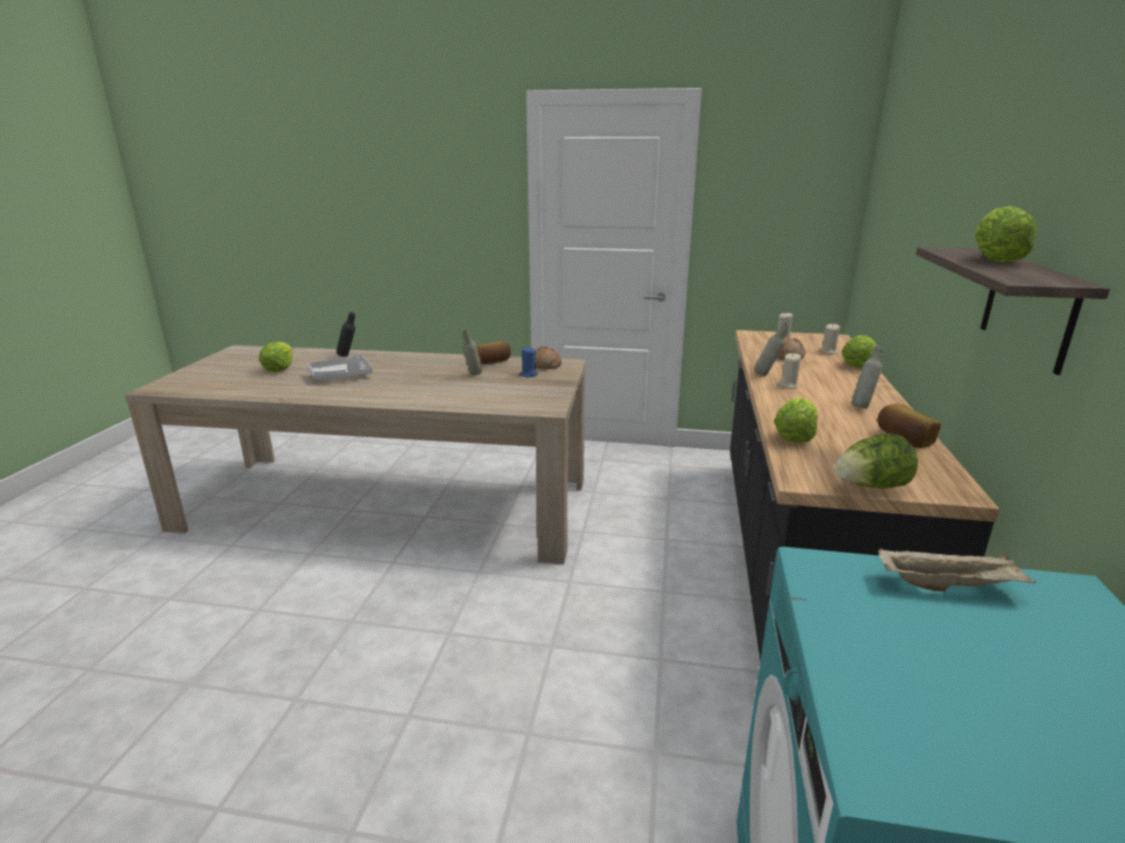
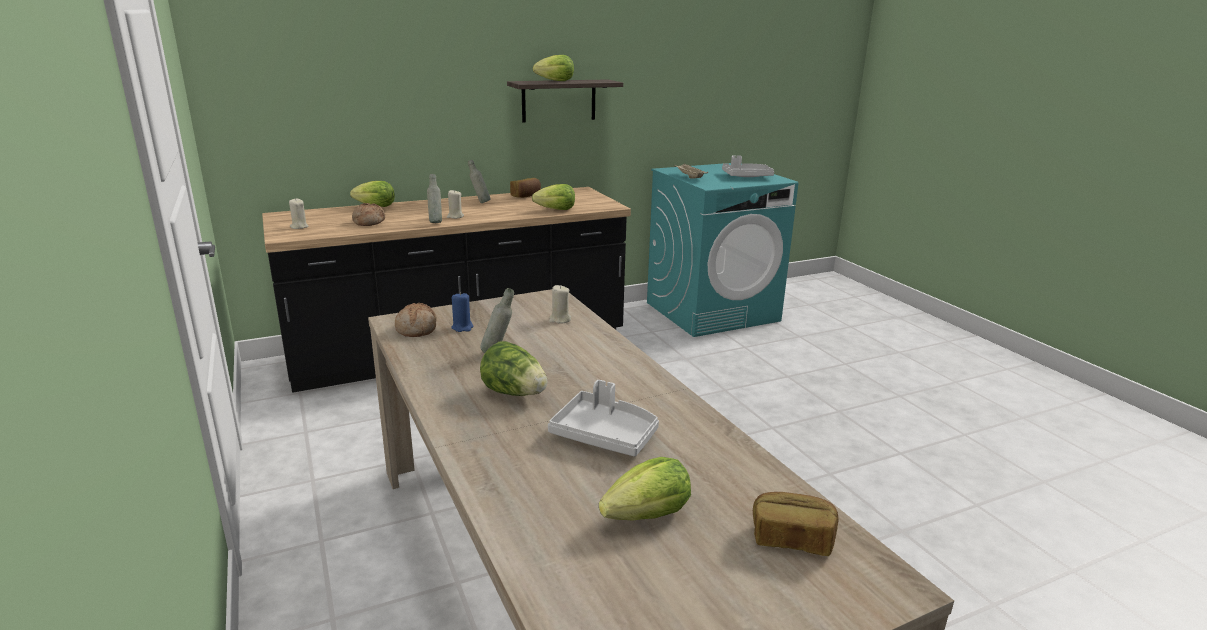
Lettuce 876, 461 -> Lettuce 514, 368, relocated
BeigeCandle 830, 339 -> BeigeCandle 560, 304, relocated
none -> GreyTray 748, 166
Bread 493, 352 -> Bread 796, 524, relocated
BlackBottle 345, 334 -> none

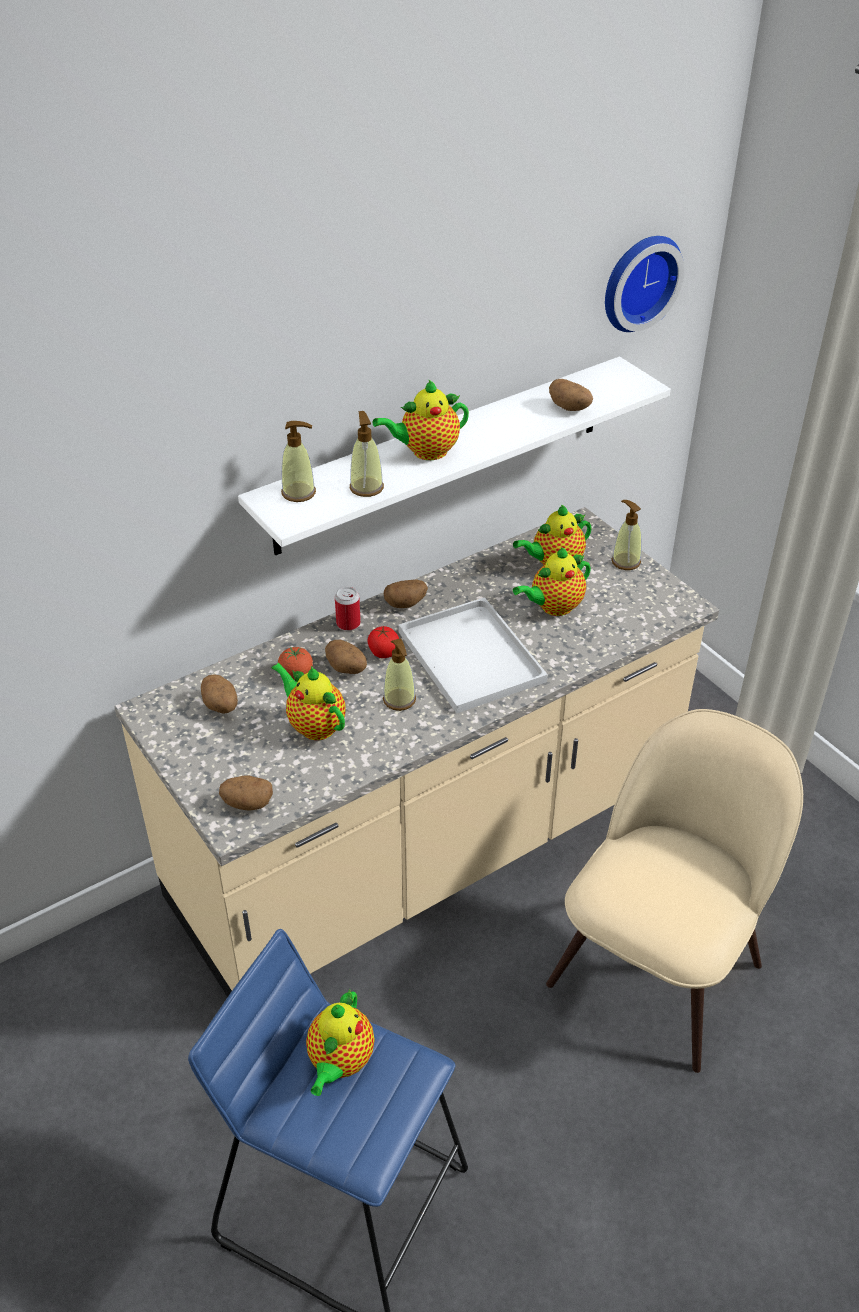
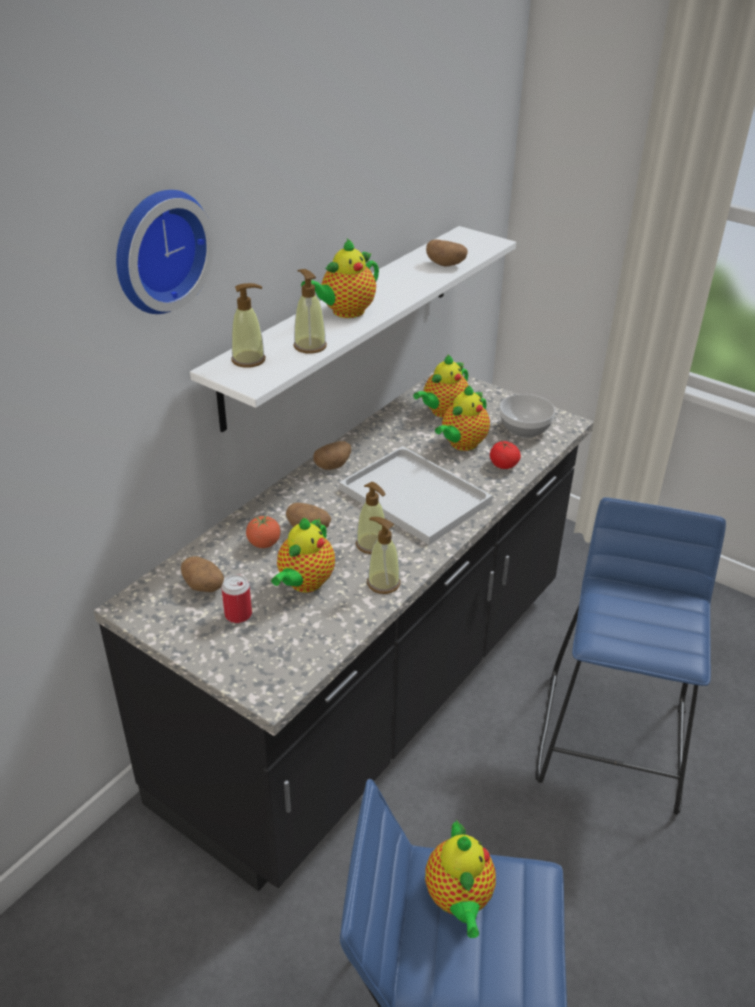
BeigeCounter 416, 752 -> BlackCounter 344, 632
WallClock 645, 284 -> WallClock 165, 252, relocated
Can 348, 609 -> Can 236, 598, relocated
Teapot 308, 701 -> Teapot 303, 555, 90 degrees counterclockwise
SoapDispenser 627, 535 -> SoapDispenser 383, 555, relocated
Tomato 383, 642 -> Tomato 505, 455, relocated
none -> Bowl 527, 416
BeigeChair 674, 891 -> BlueStool 630, 656
Potato 246, 793 -> none

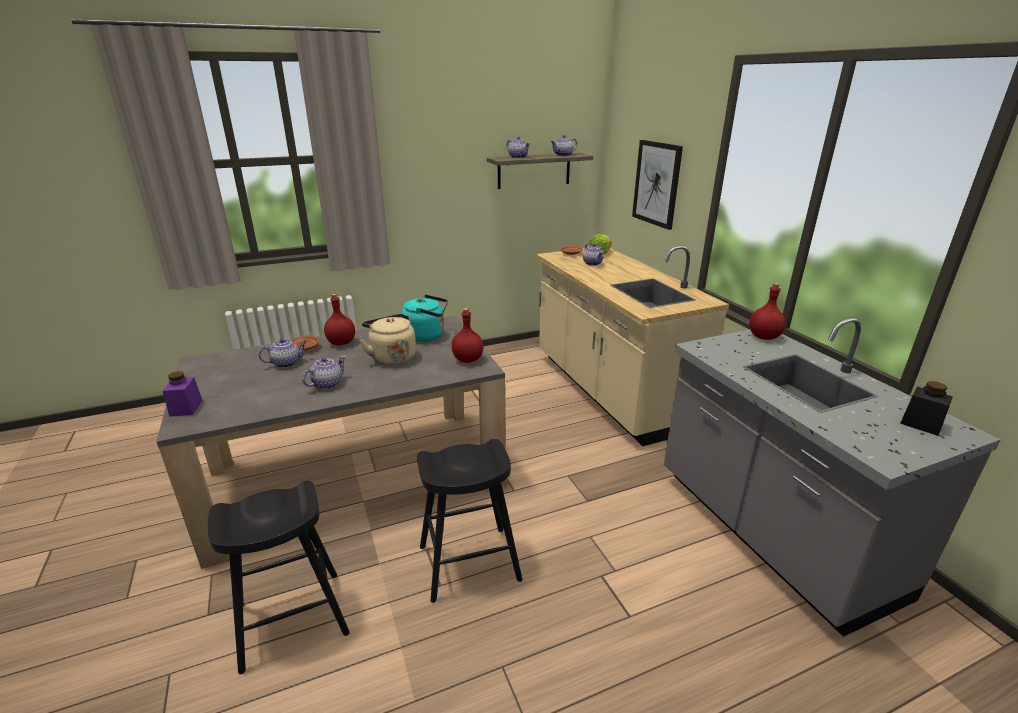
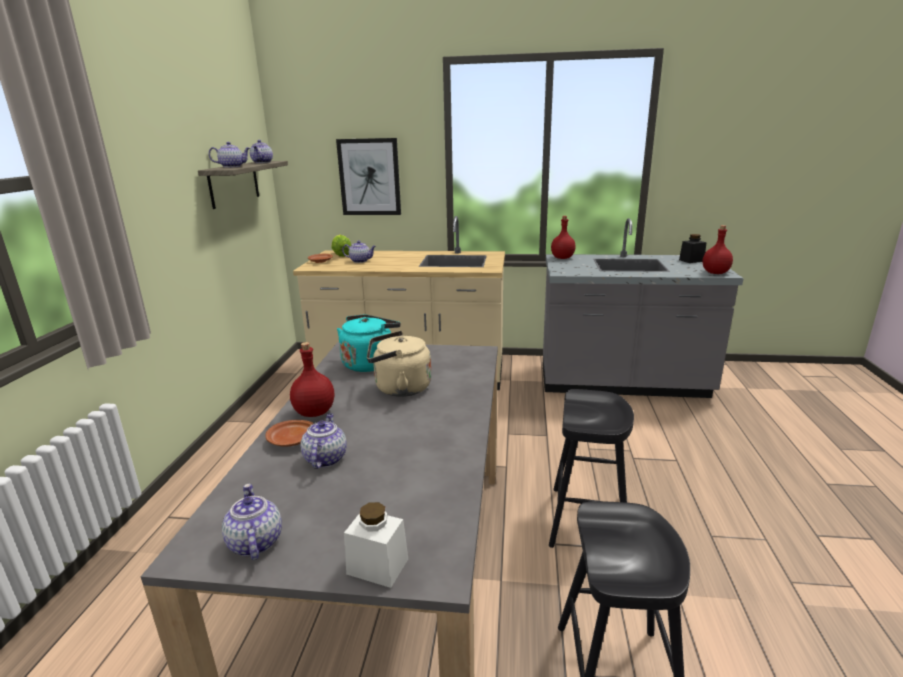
Teapot 324, 372 -> Teapot 252, 522, relocated
PurpleJar 183, 394 -> WhiteJar 376, 545
RedBottle 467, 335 -> RedBottle 718, 249, relocated

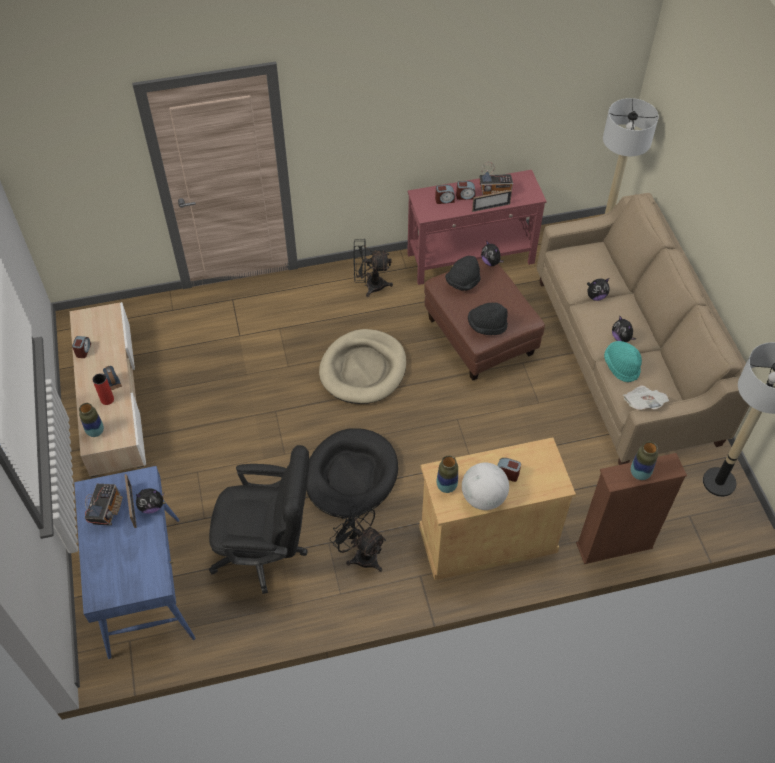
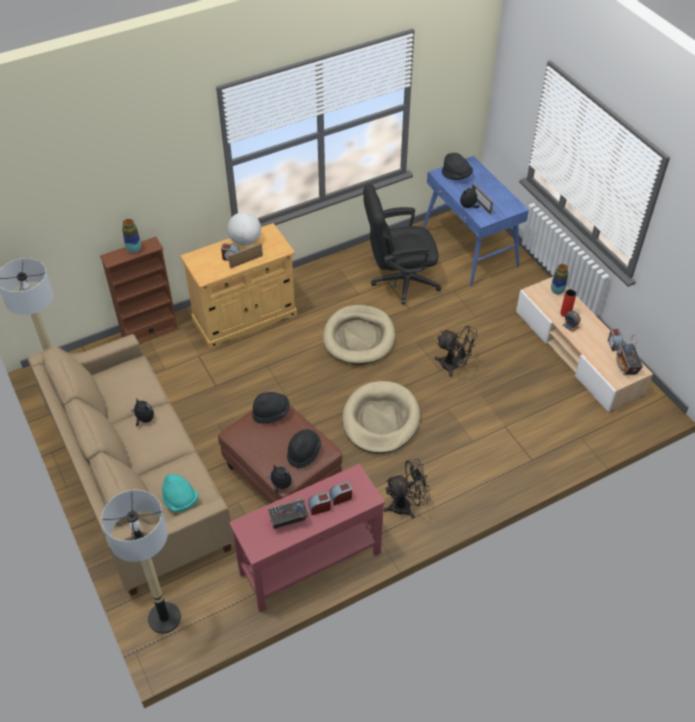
TurquoiseHat 623, 361 -> TurquoiseHat 180, 493, relocated
PictureFrame 492, 201 -> PictureFrame 245, 256, relocated
BlackDogBed 352, 473 -> BeigeDogBed 359, 335
BlackFan 358, 537 -> BlackFan 456, 351, relocated
none -> BlackHat 457, 166
Radio 104, 505 -> Radio 629, 355, relocated
Vase 447, 474 -> none
PlushToy 598, 289 -> none
Newspaper 646, 397 -> none

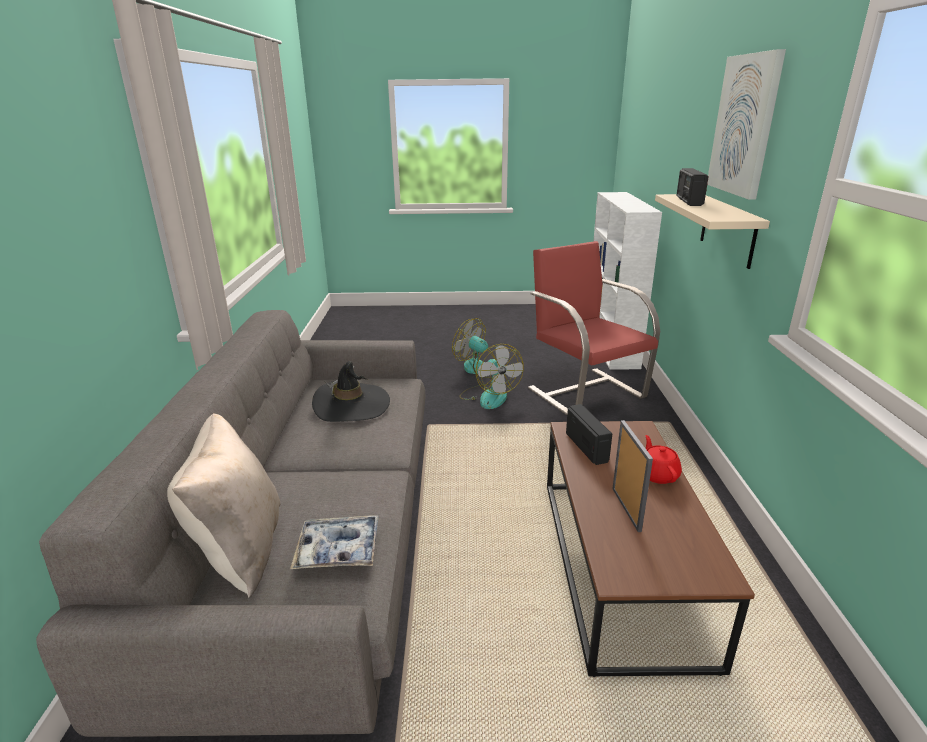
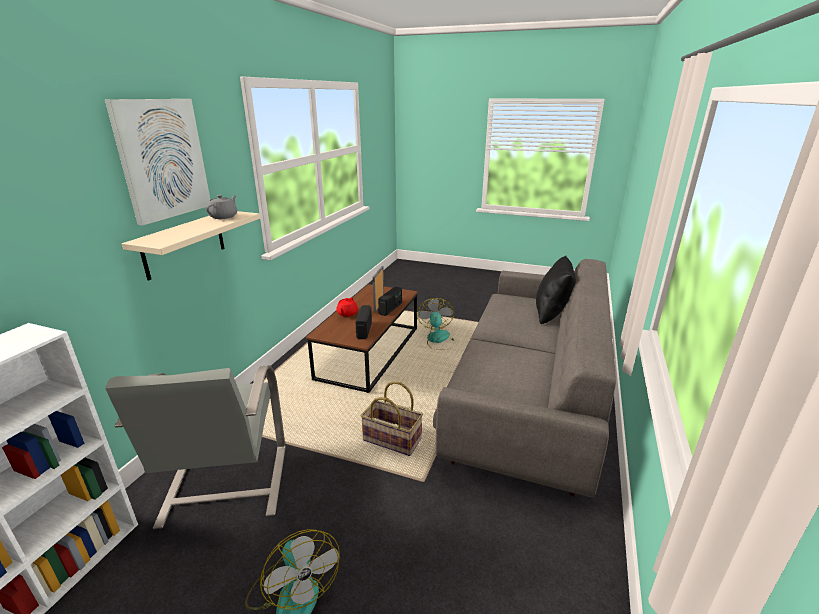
RedArmchair 594, 328 -> GreyArmchair 195, 447
none -> GreyTeapot 221, 207
none -> Basket 392, 418
Radio 692, 187 -> Radio 390, 301, relocated
Fan 491, 376 -> Fan 436, 324, relocated
BeigePillow 224, 505 -> BlackPillow 556, 289
Tray 334, 542 -> none
BlackHat 351, 391 -> none

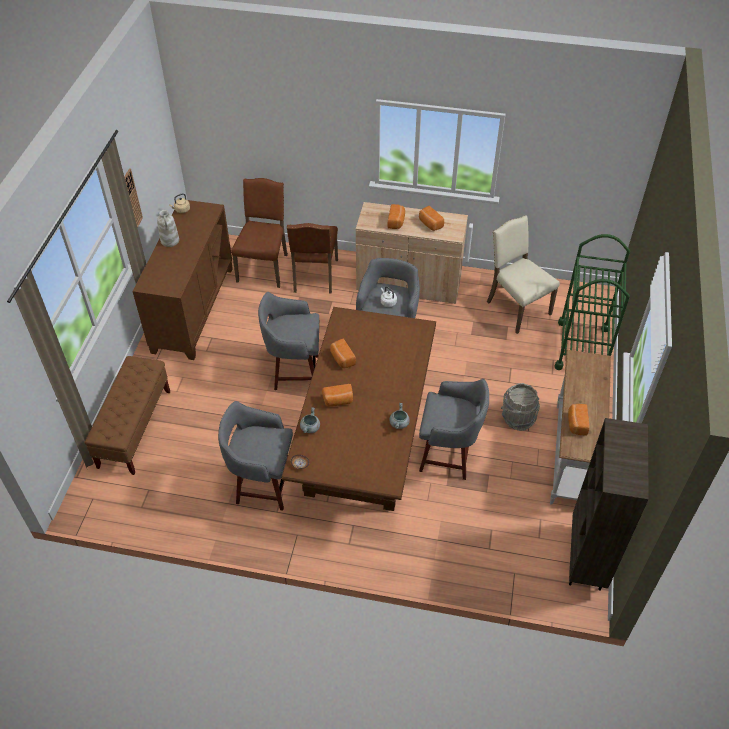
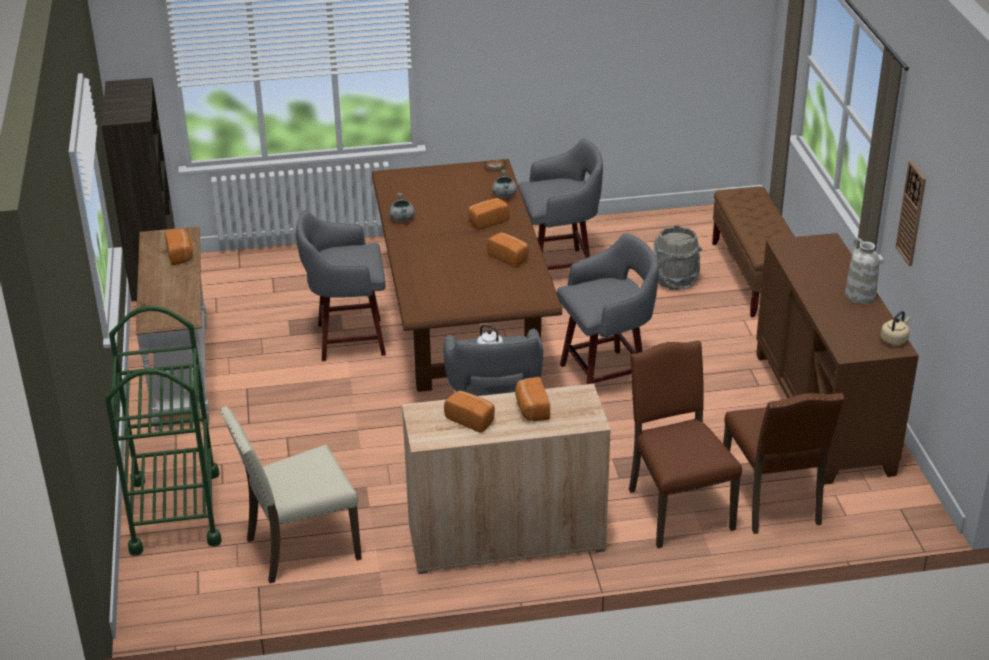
BeigeChair 523, 274 -> BeigeChair 290, 494, 120 degrees clockwise
GreyBucket 520, 407 -> GreyBucket 677, 257, relocated

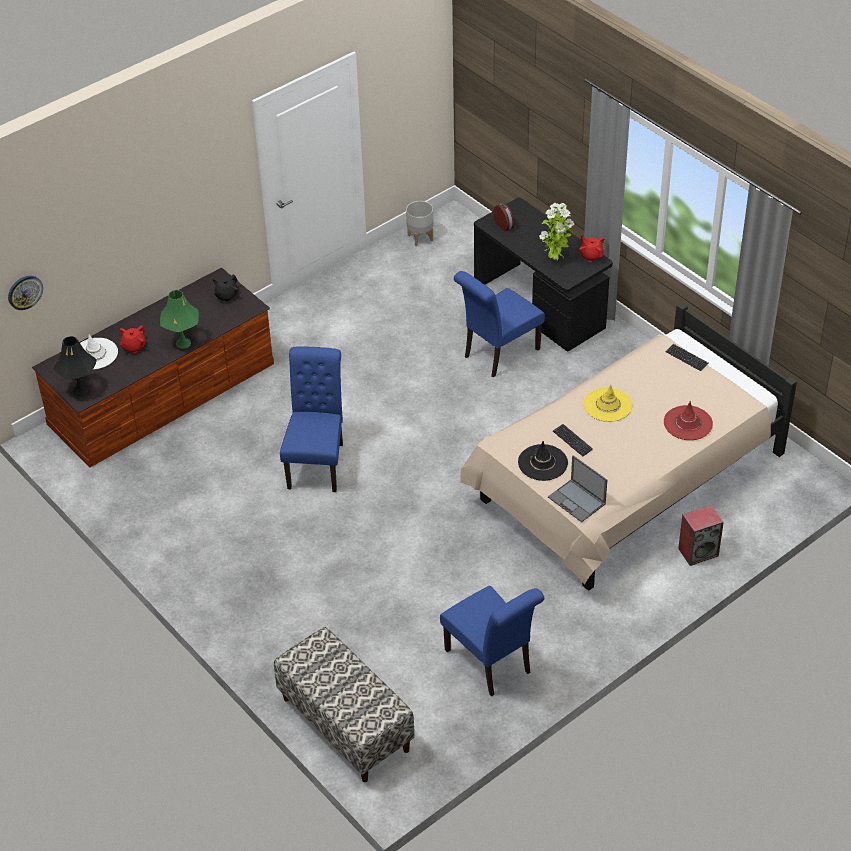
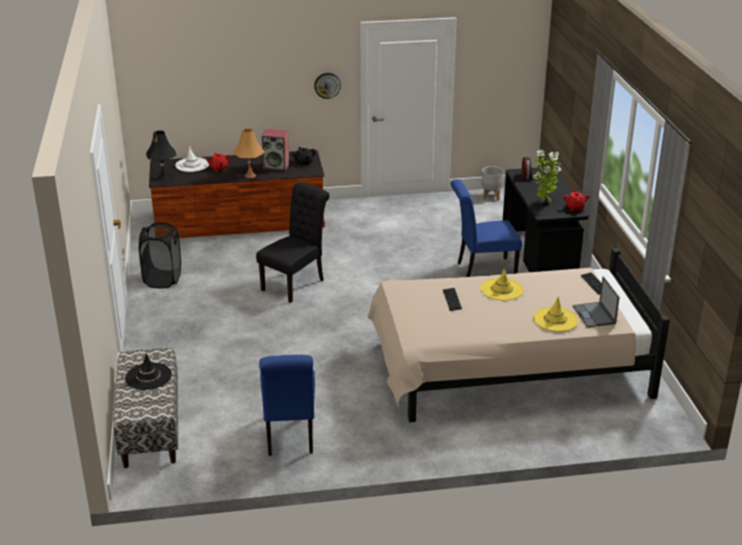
BlackHat 543, 461 -> BlackHat 148, 371, relocated
none -> BlackLaundryBasket 160, 255
GreenTableLamp 179, 319 -> OrangeTableLamp 249, 153
BlueChair 311, 419 -> BlackChair 293, 242
Speaker 701, 535 -> Speaker 275, 150, relocated
WallClock 25, 293 -> WallClock 327, 86, relocated
RedHat 688, 420 -> YellowHat 555, 314
Laptop 577, 488 -> Laptop 595, 301, relocated

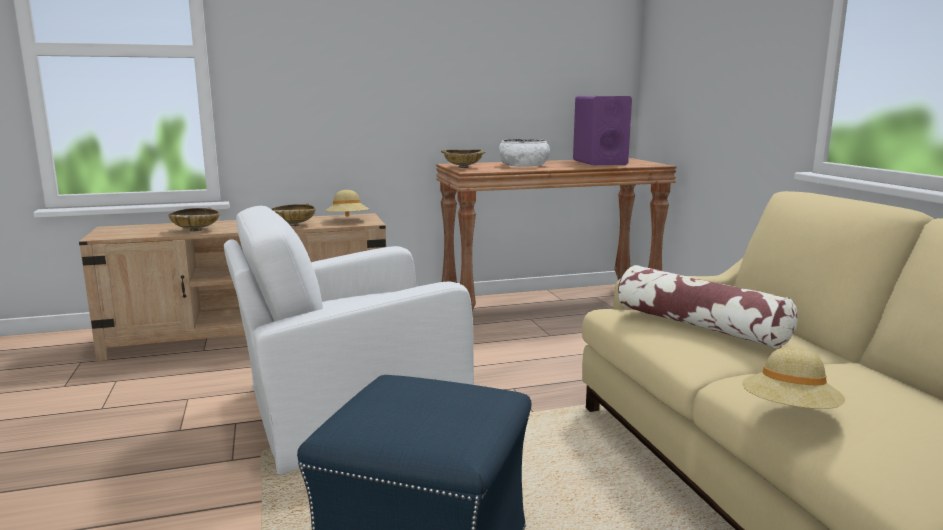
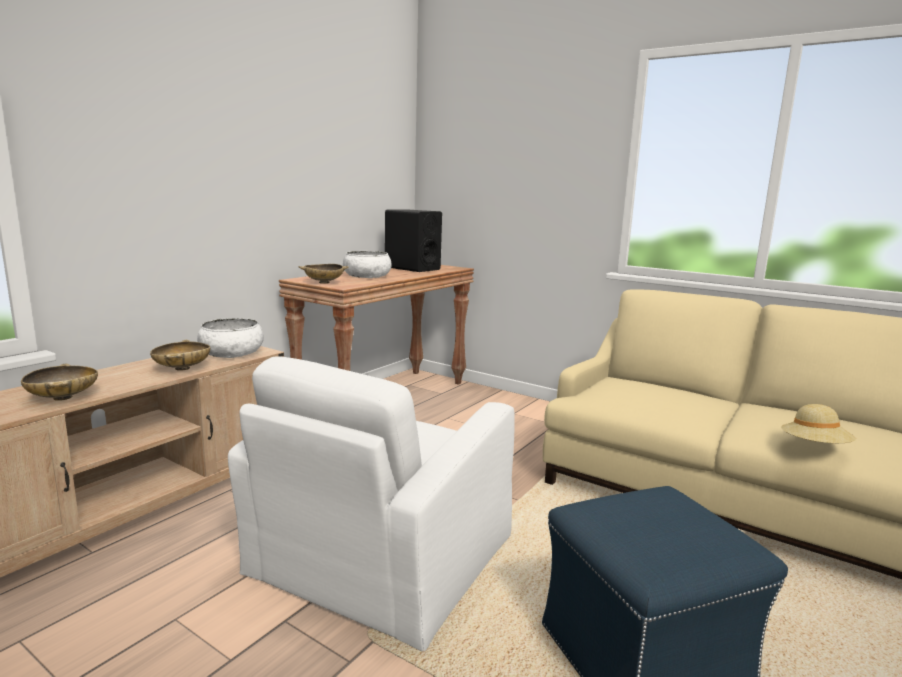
BeigeHat 347, 203 -> WhiteBowl 230, 338
PurpleSpeaker 602, 130 -> BlackSpeaker 413, 240
Pillow 708, 307 -> none

